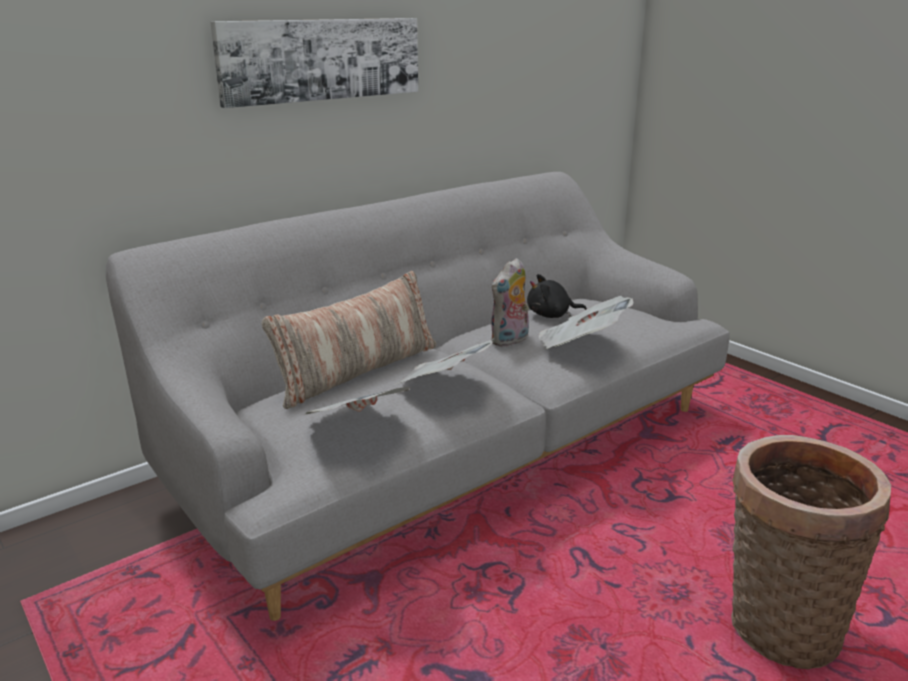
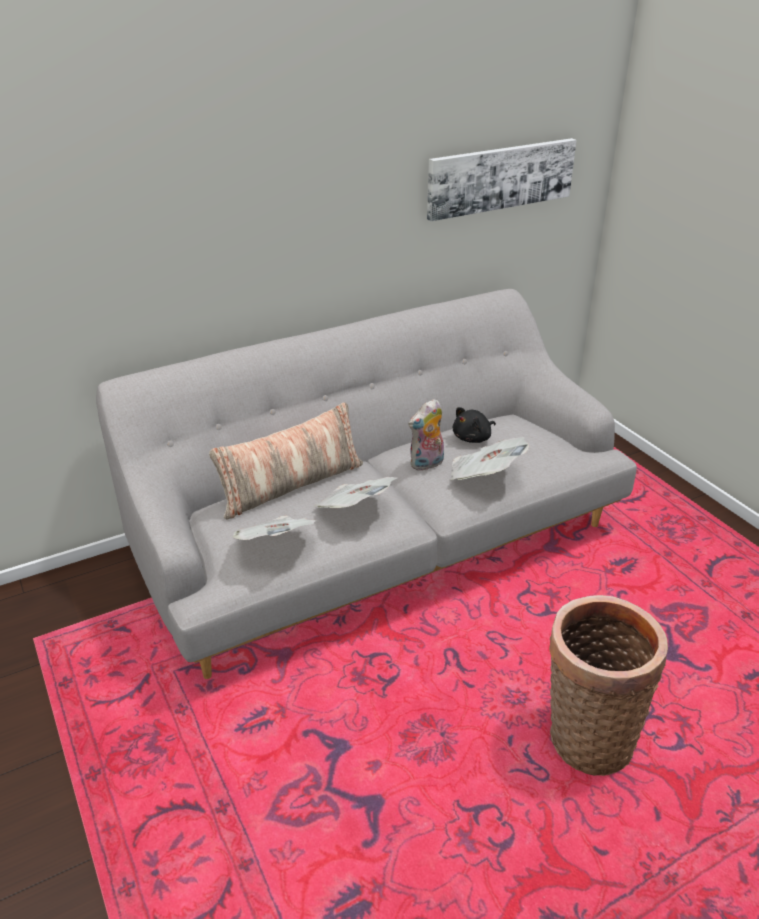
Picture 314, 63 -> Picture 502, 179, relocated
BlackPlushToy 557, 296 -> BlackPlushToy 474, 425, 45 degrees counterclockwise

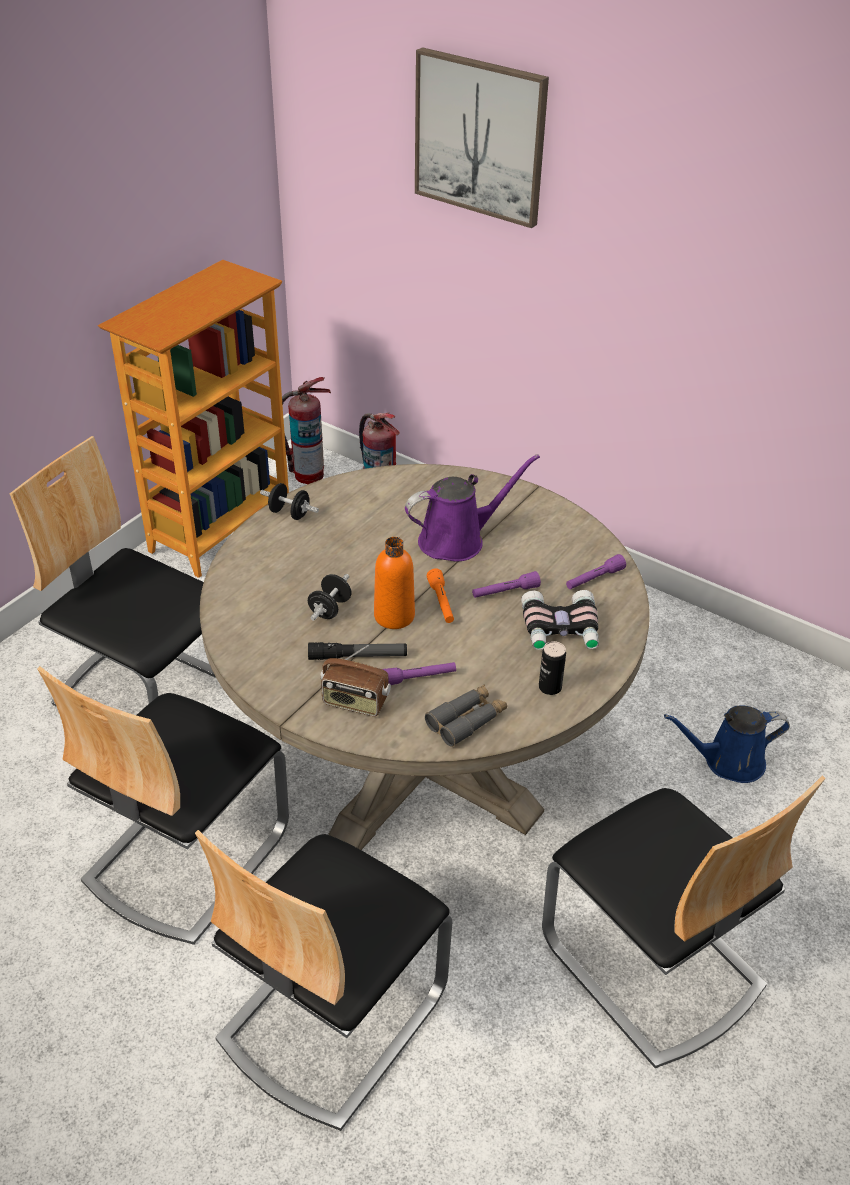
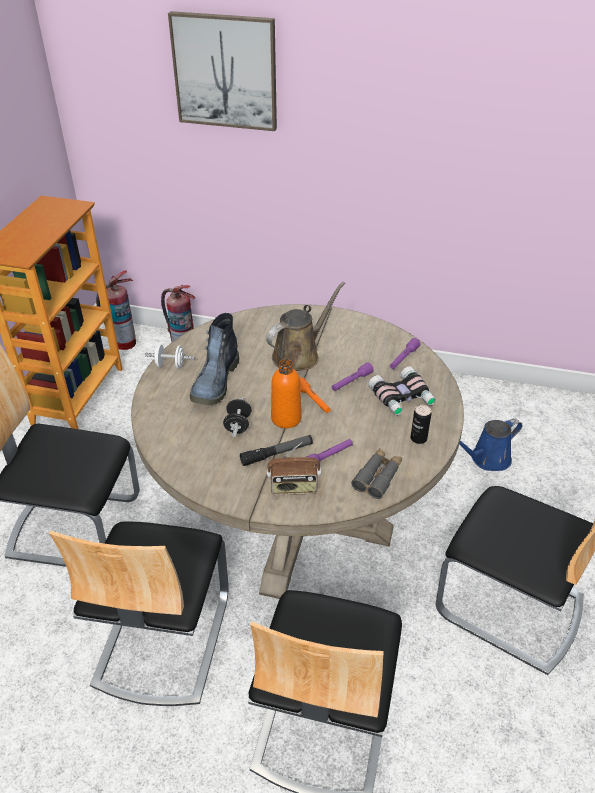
BlackDumbbell 289, 501 -> WhiteDumbbell 170, 356
none -> Boot 214, 359
PurpleWateringCan 472, 507 -> BrownWateringCan 305, 326

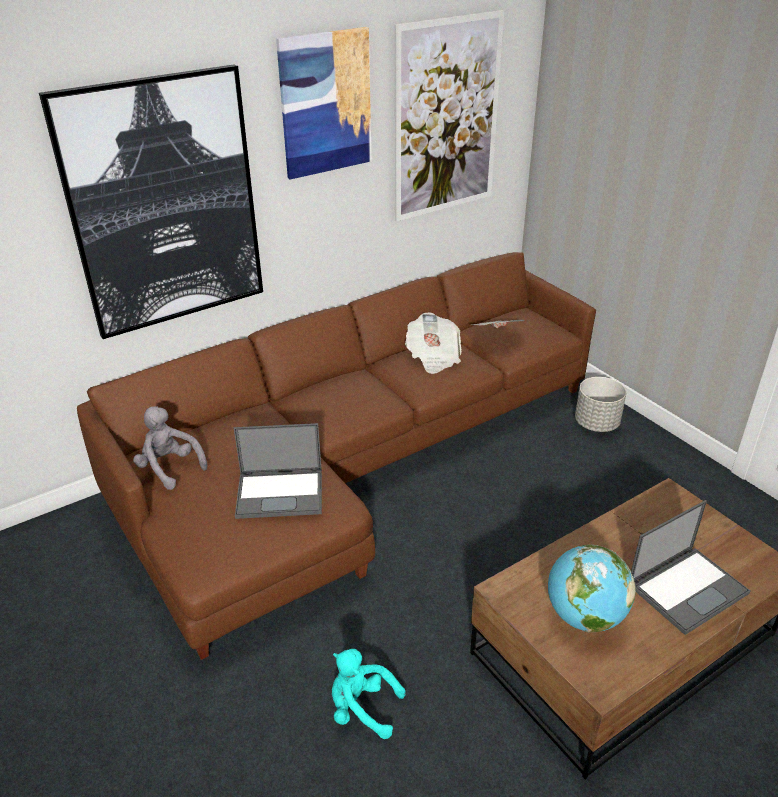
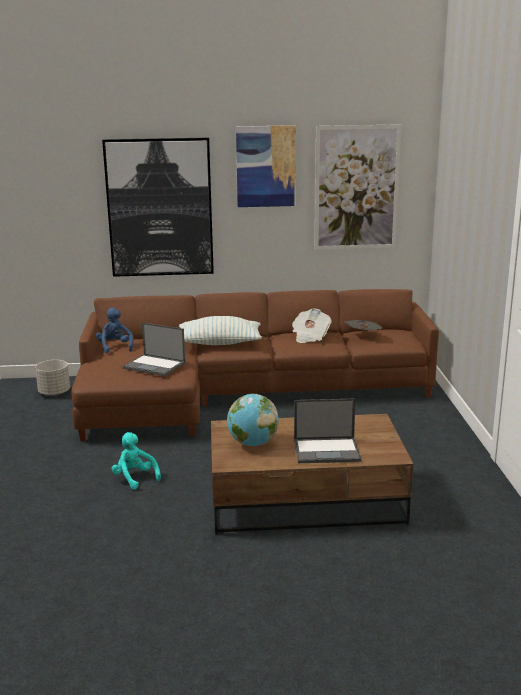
GreyPlanter 600, 404 -> GreyPlanter 52, 378, relocated
GreyPlushToy 170, 448 -> BluePlushToy 115, 331
none -> Pillow 220, 330

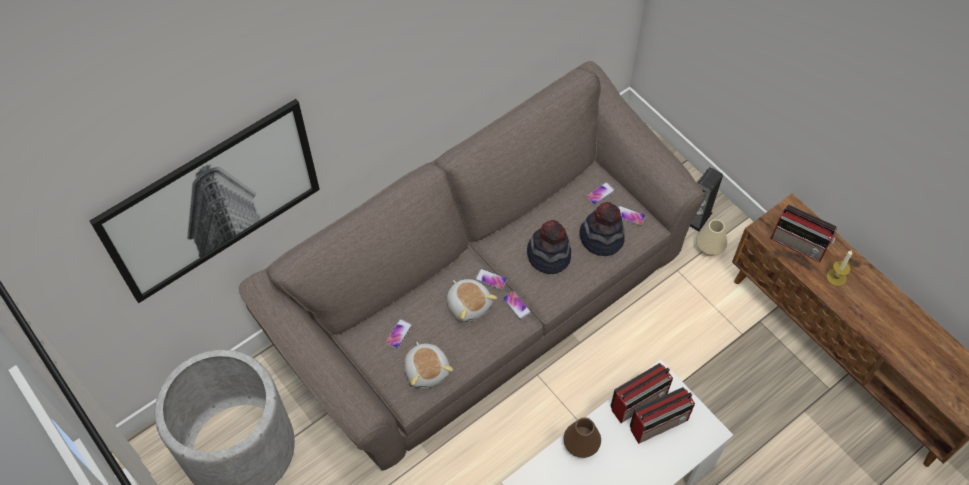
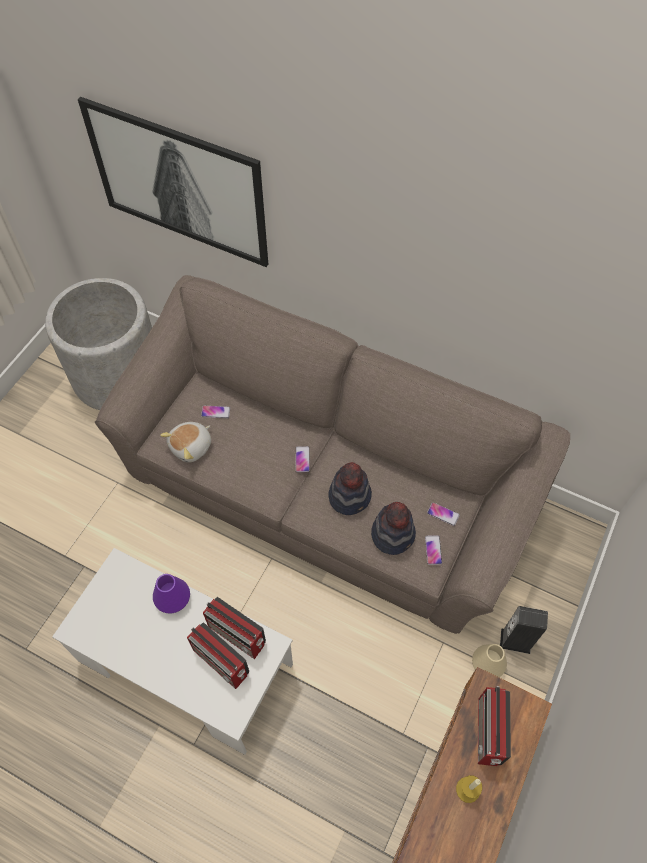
BrownVase 582, 437 -> PurpleVase 171, 593
PlushToy 472, 300 -> none
Phone 517, 305 -> none

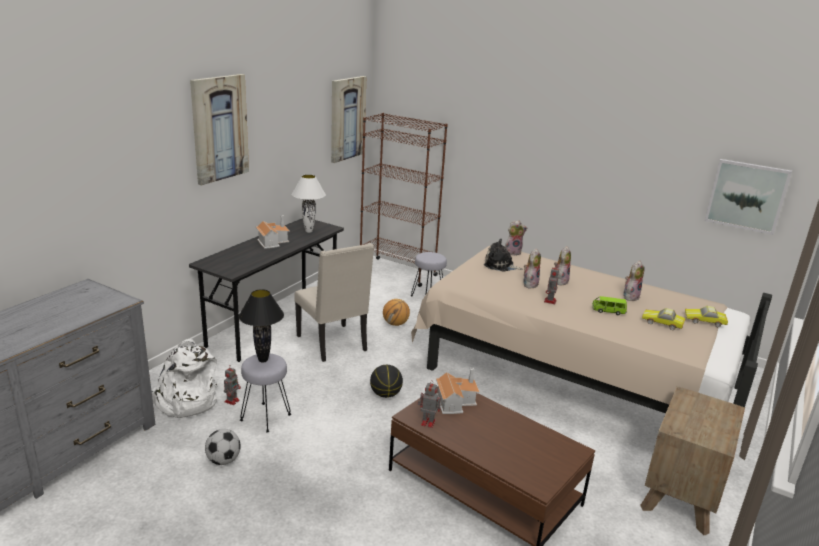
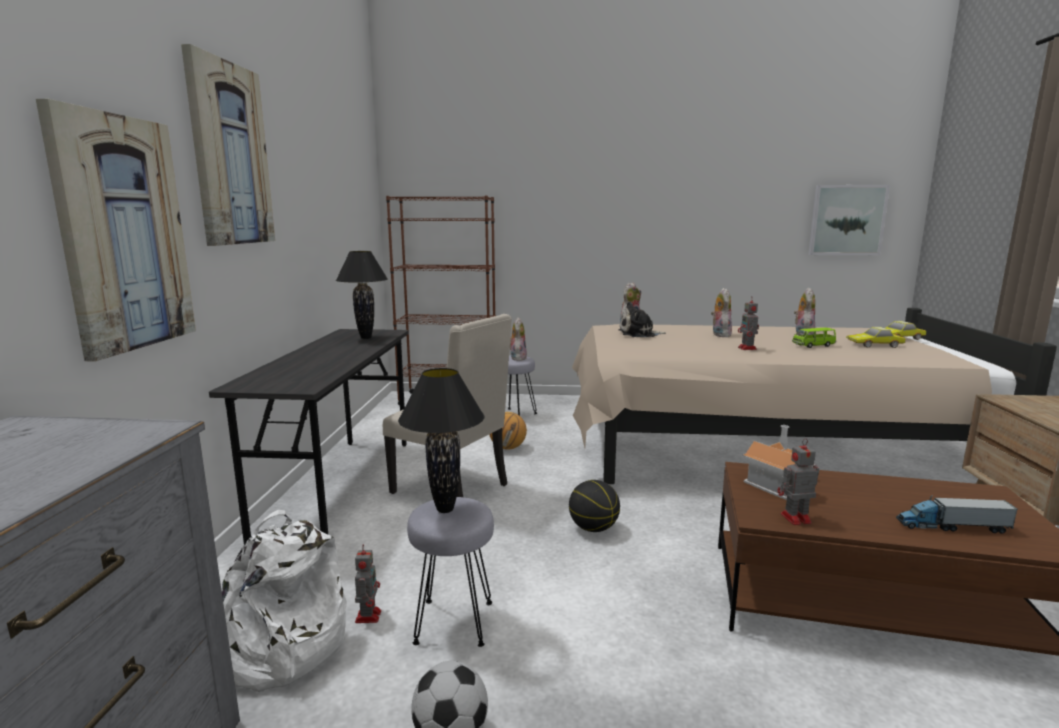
Picture 348, 119 -> Picture 116, 230, relocated
WhiteTableLamp 309, 203 -> BlackTableLamp 362, 295
PlushToy 532, 268 -> PlushToy 518, 339, relocated
none -> ToyTruck 957, 514
ToyHouse 273, 232 -> none

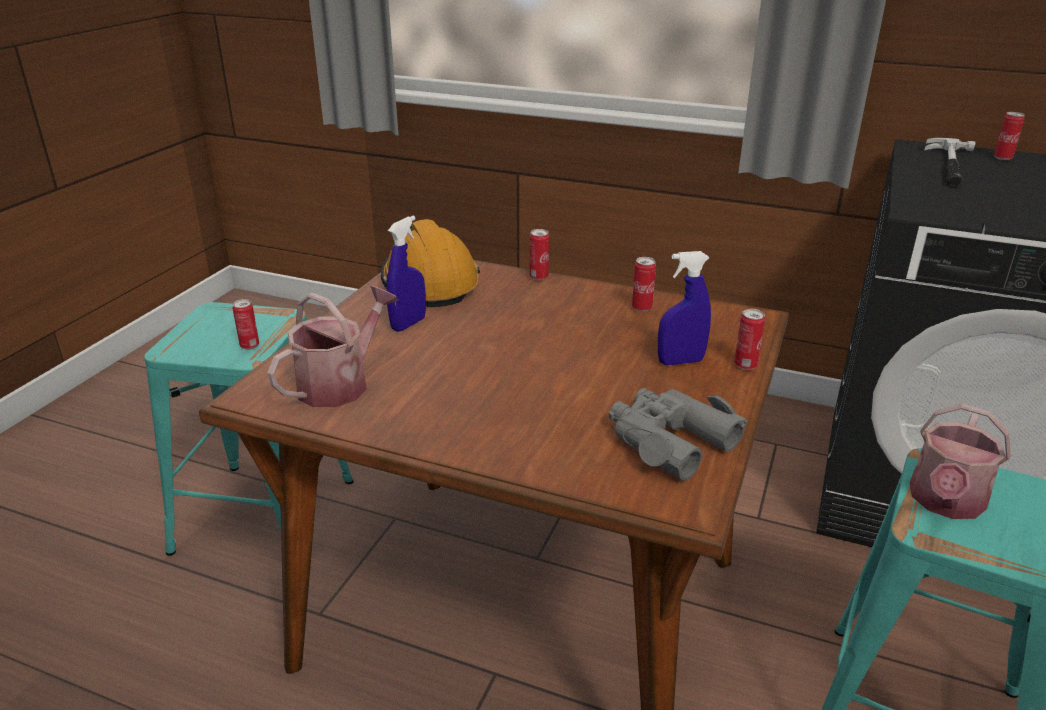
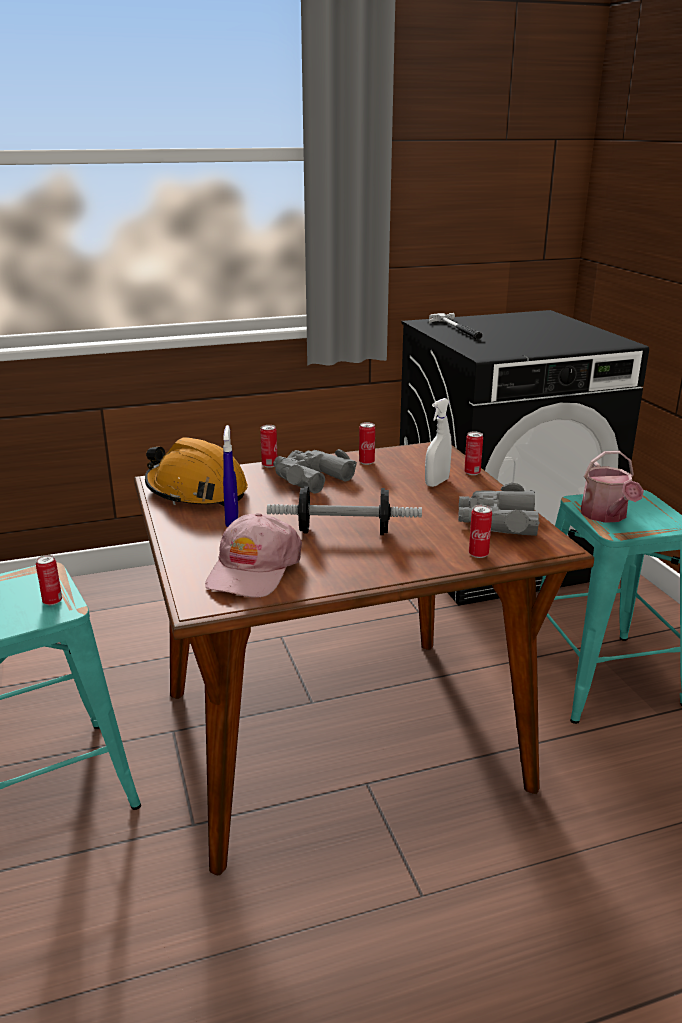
WateringCan 333, 346 -> PinkCap 253, 555
none -> Dumbbell 344, 510
none -> GreyBinoculars 315, 471
BlueSprayBottle 684, 308 -> WhiteSprayBottle 438, 442
Can 1009, 136 -> Can 480, 531, relocated

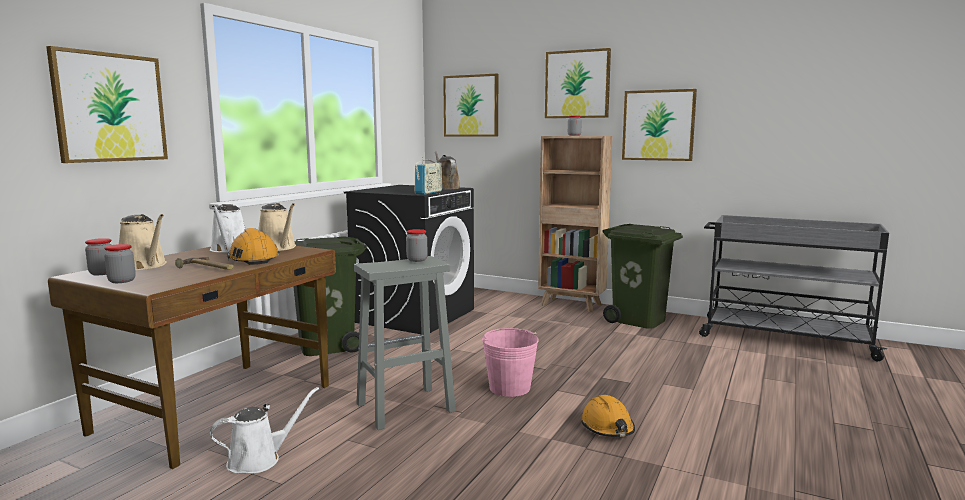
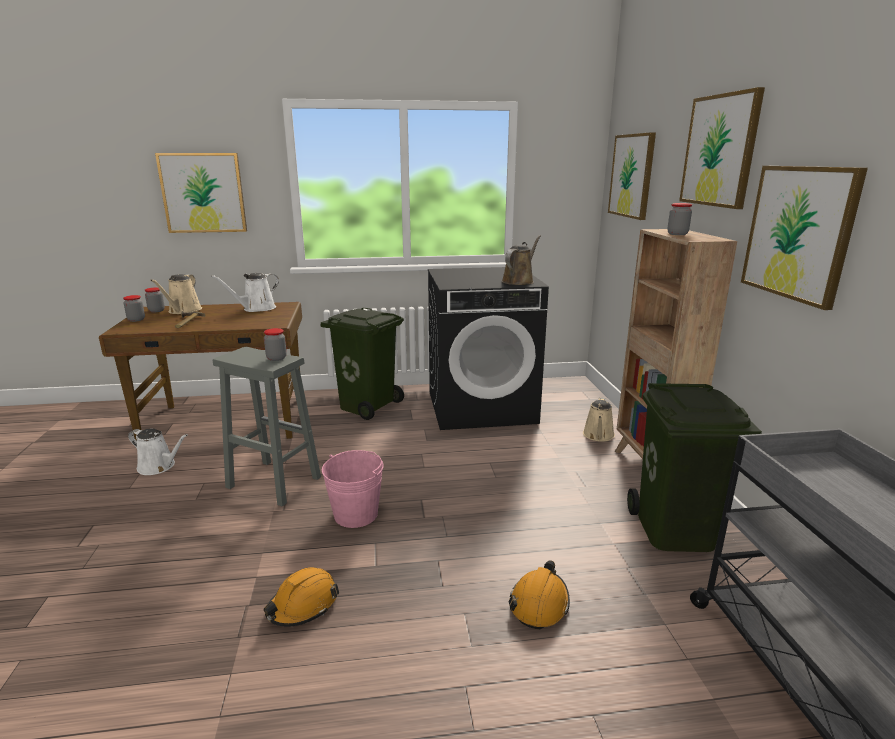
OrangeHardHat 253, 246 -> OrangeHardHat 539, 594, relocated
BeigeWateringCan 277, 227 -> BeigeWateringCan 599, 419, relocated
Radio 428, 176 -> none

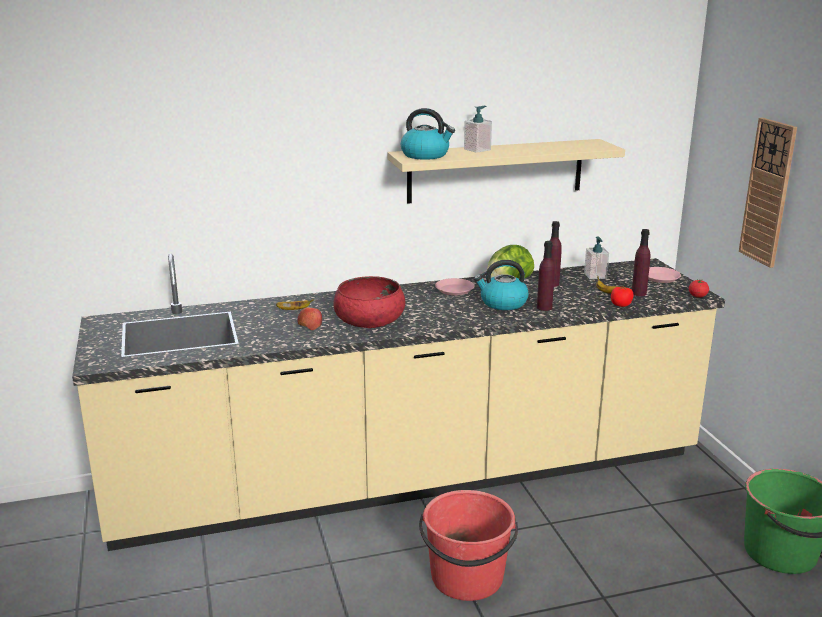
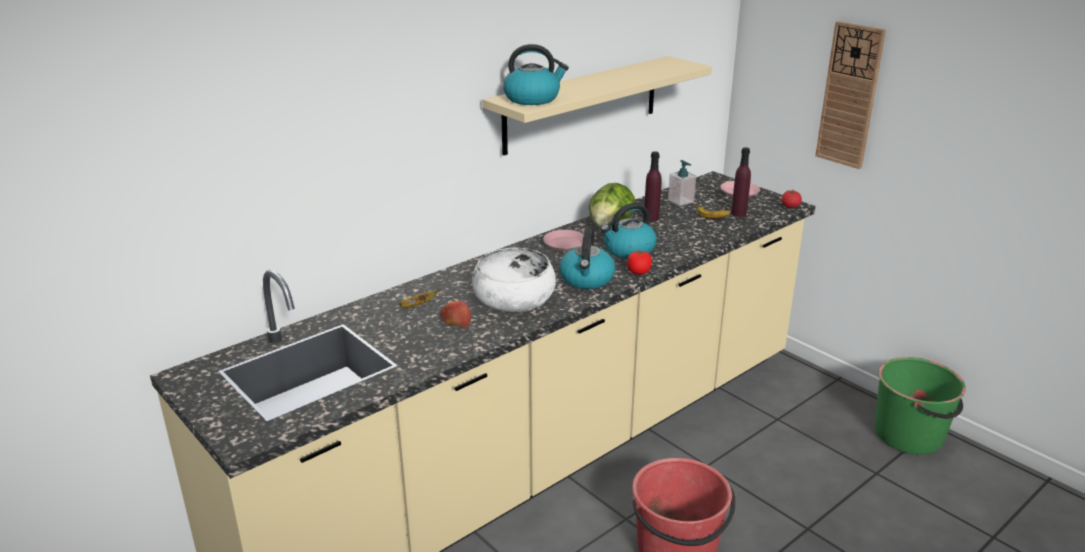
RedBowl 369, 302 -> WhiteBowl 514, 280
none -> Kettle 587, 258
Tomato 622, 296 -> Tomato 639, 262, relocated
SoapDispenser 478, 129 -> none
PurpleBottle 546, 276 -> none

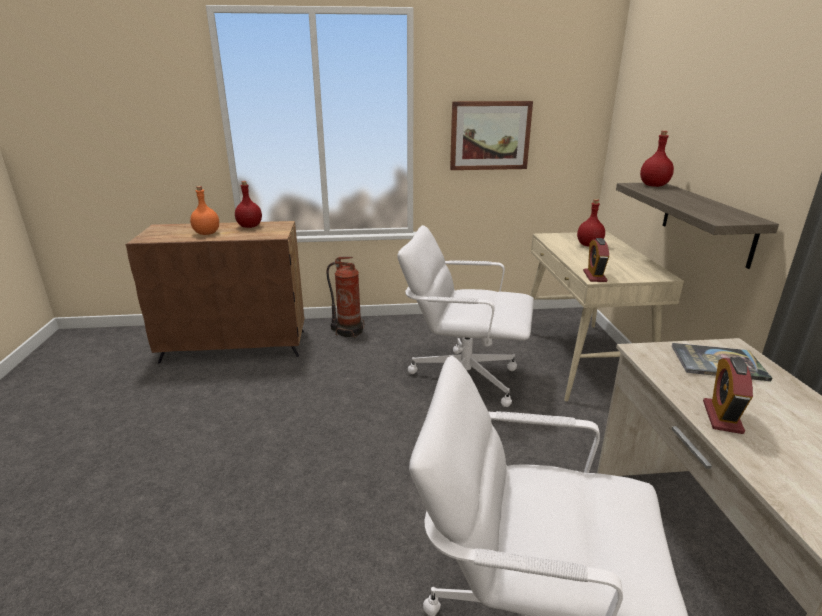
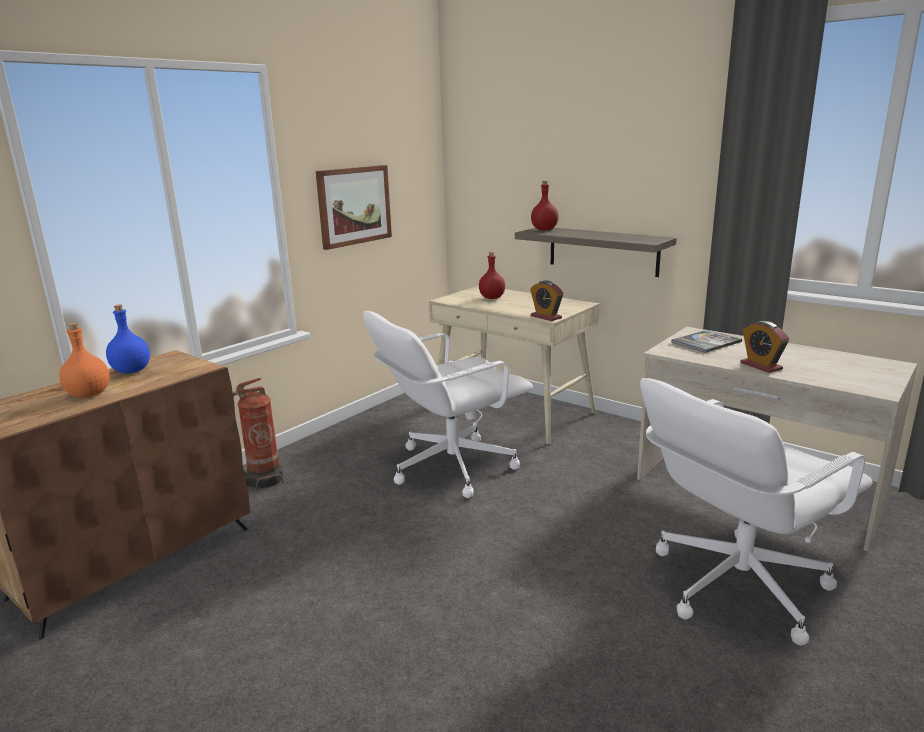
RedBottle 248, 204 -> BlueBottle 128, 339

